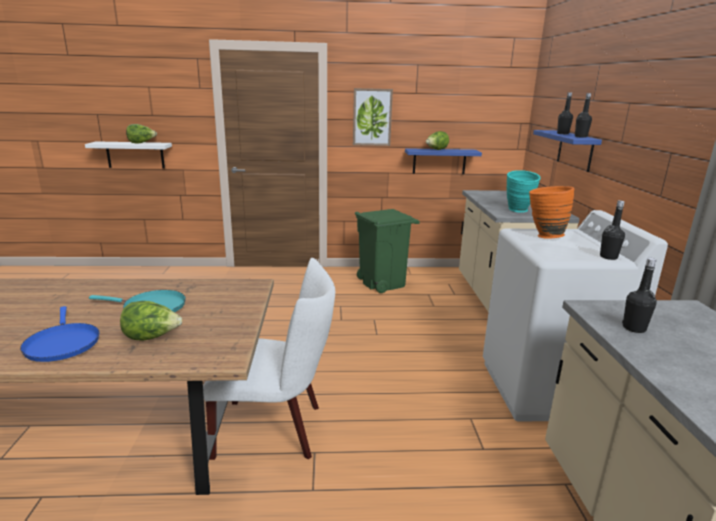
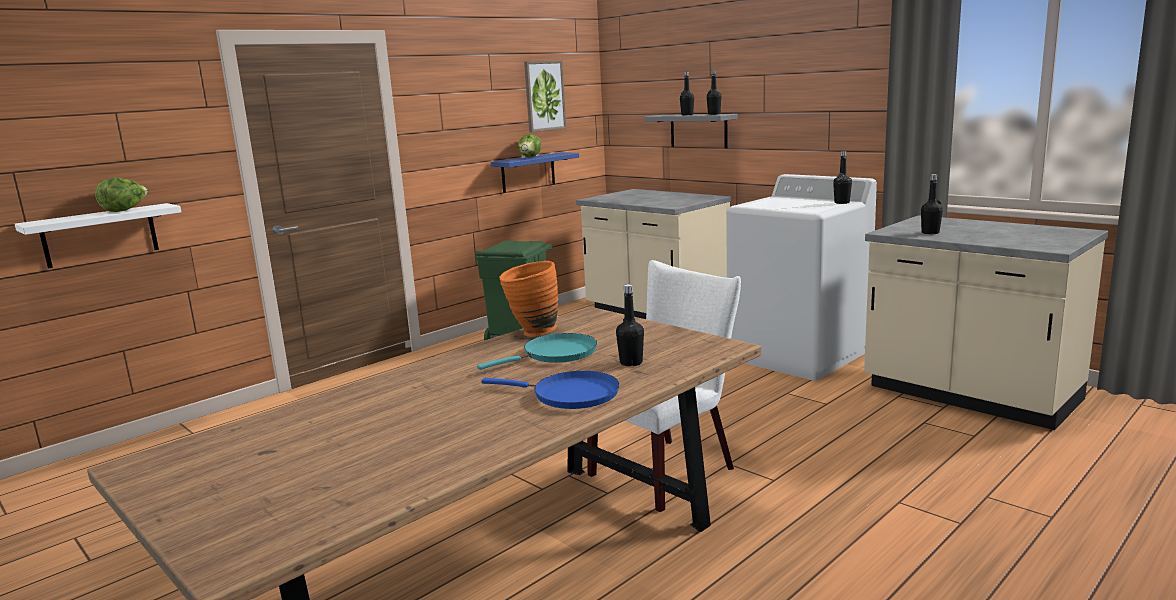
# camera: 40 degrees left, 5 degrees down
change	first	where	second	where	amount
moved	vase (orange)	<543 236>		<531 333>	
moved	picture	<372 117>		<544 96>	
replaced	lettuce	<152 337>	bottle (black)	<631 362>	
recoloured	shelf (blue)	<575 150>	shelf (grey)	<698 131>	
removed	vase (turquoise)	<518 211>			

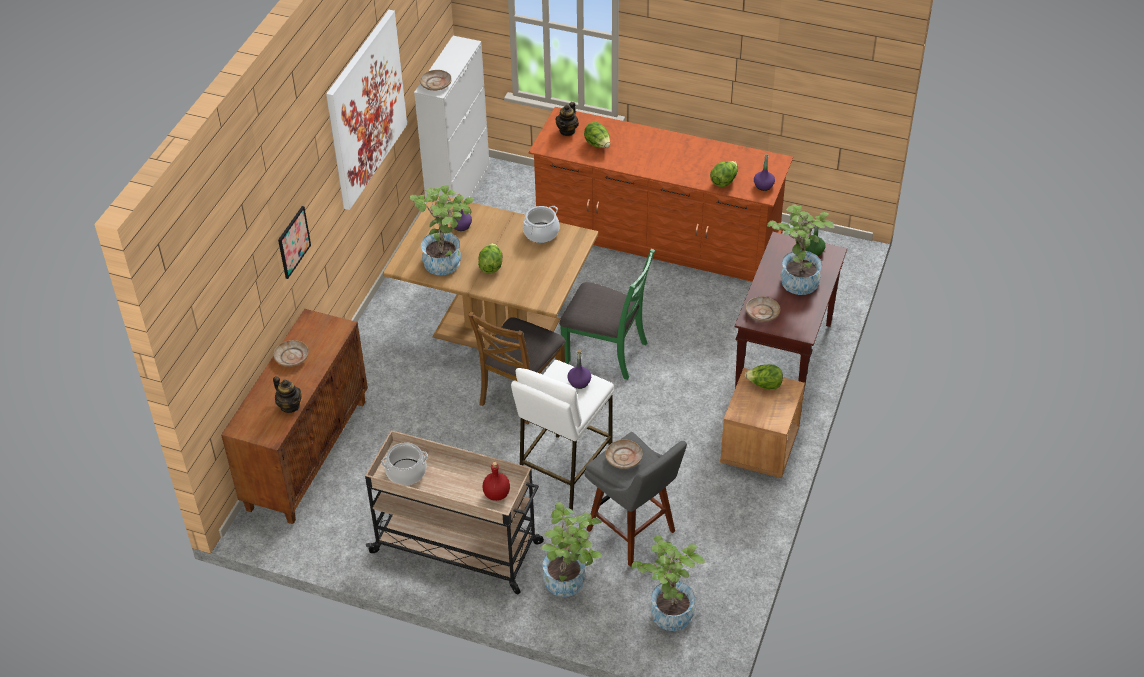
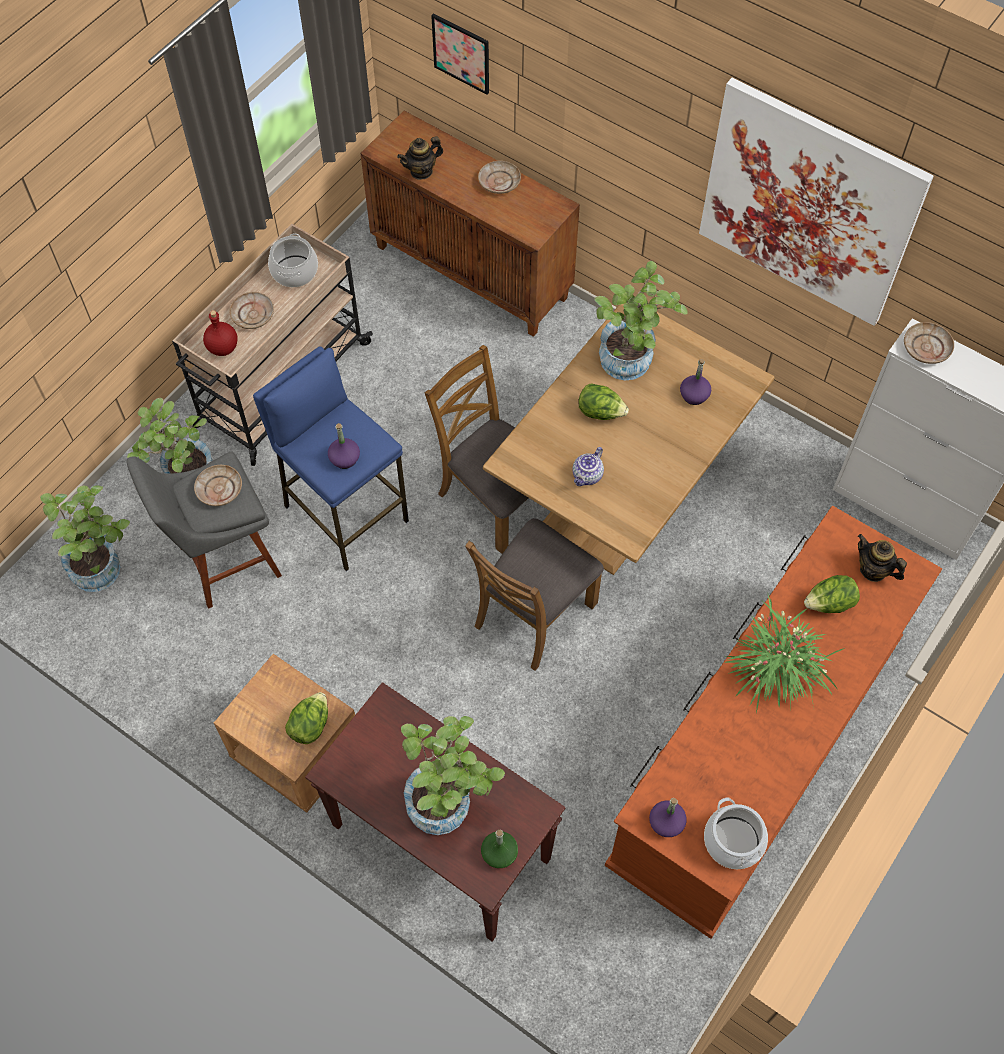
# camera: 105 degrees right, 15 degrees up
change	first	where	second	where	amount
moved	plate (beige)	<762 312>		<253 314>	
recoloured	stool (white)	<564 473>	stool (blue)	<345 513>	
moved	picture	<293 242>		<461 53>	
recoloured	chair (green)	<606 351>	chair (brown)	<533 614>	
added			teapot	<587 476>	
moved	cooking pot	<541 233>		<733 841>	
added			potted plant	<776 669>	
removed	lettuce	<724 181>			

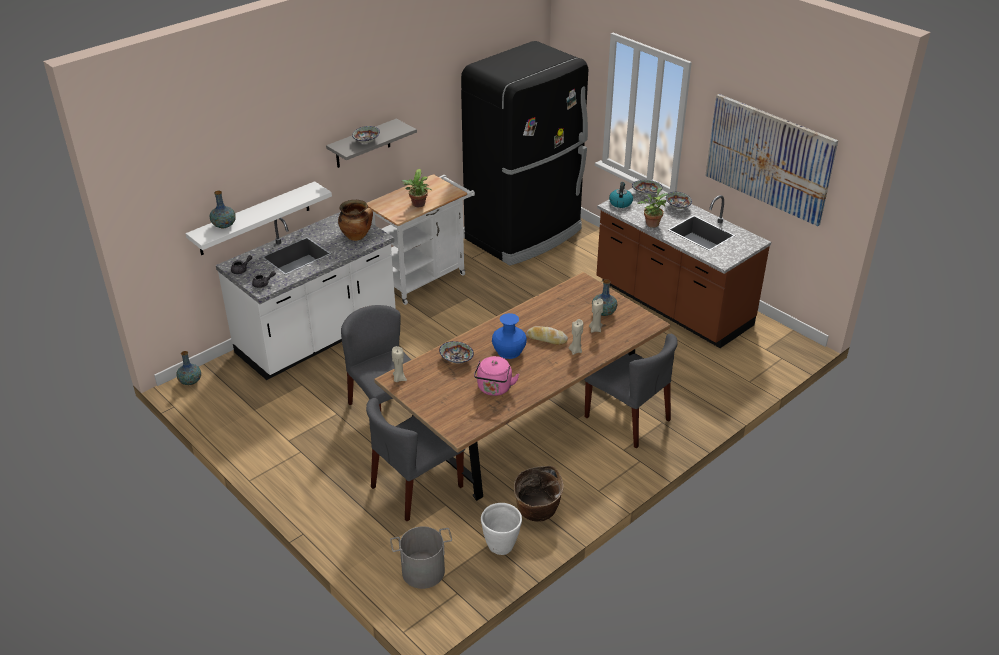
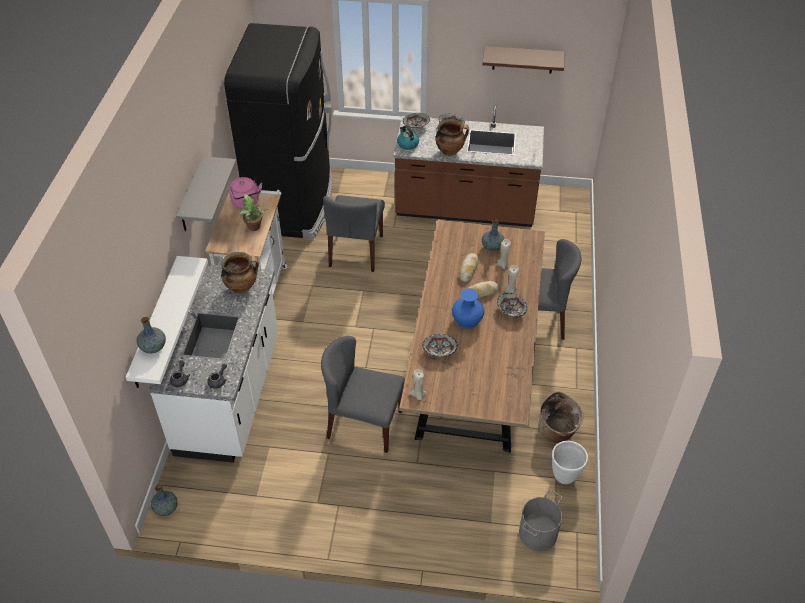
# camera: 40 degrees left, 10 degrees up
change	first	where	second	where	amount
moved	kettle (pink)	<494 389>		<246 203>	
moved	chair (grey)	<416 487>		<356 251>	
replaced	potted plant	<652 223>	cooking pot	<450 151>	
added			bread	<468 269>	
replaced	picture	<769 158>	shelf (brown)	<523 59>	
moved	bowl	<367 141>		<511 311>	

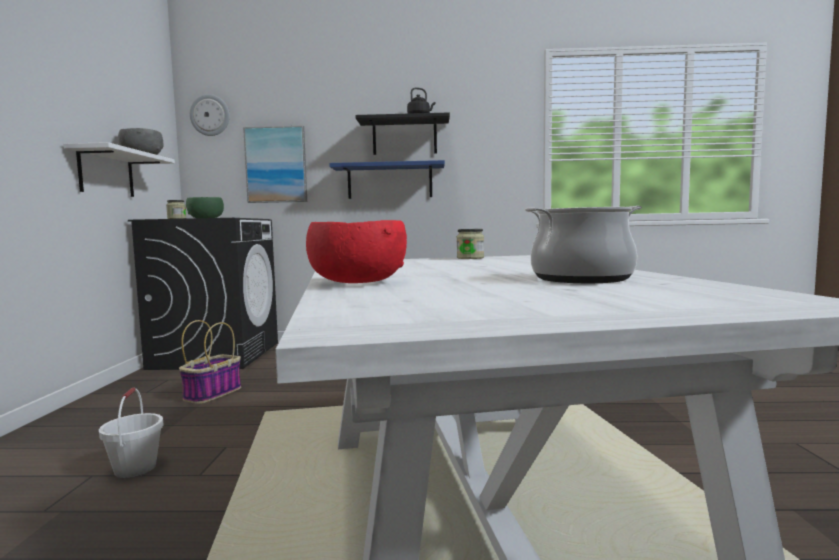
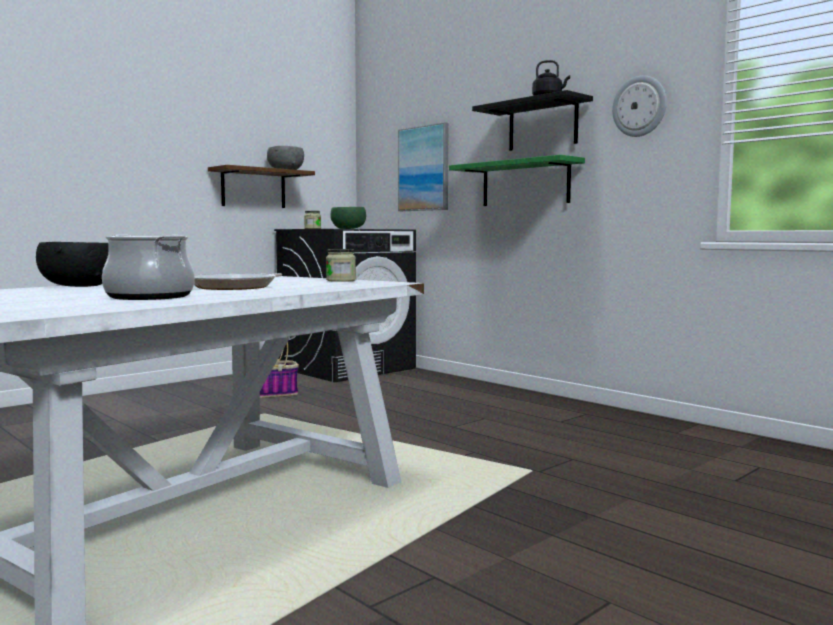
# camera: 45 degrees right, 0 degrees up
change	first	where	second	where	amount
recoloured	bowl (red)	<357 283>	bowl (black)	<78 286>	
added			frying pan	<236 287>	
recoloured	shelf (white)	<106 173>	shelf (brown)	<253 188>	
recoloured	shelf (blue)	<390 181>	shelf (green)	<525 183>	
moved	wall clock	<210 115>		<639 106>	
removed	bucket (white)	<135 468>			

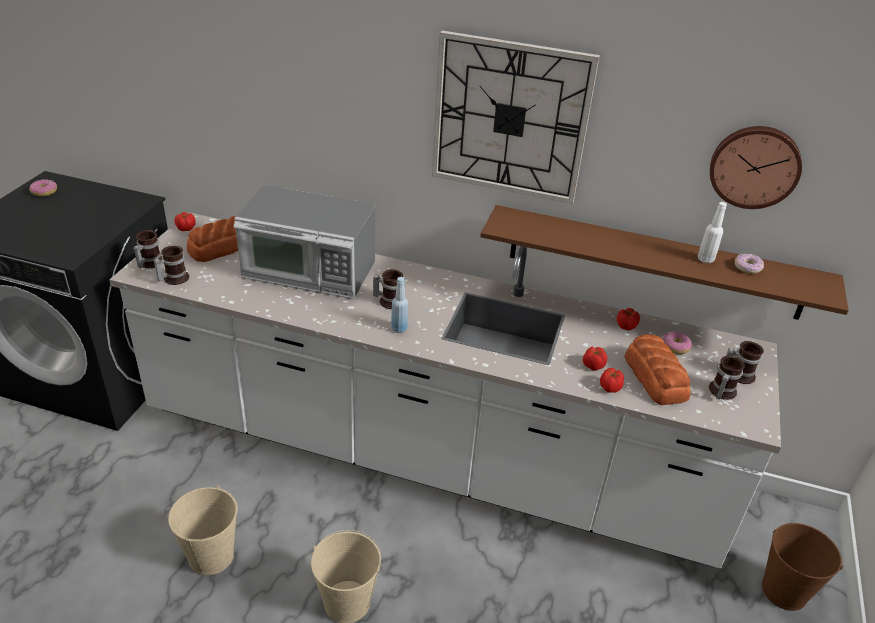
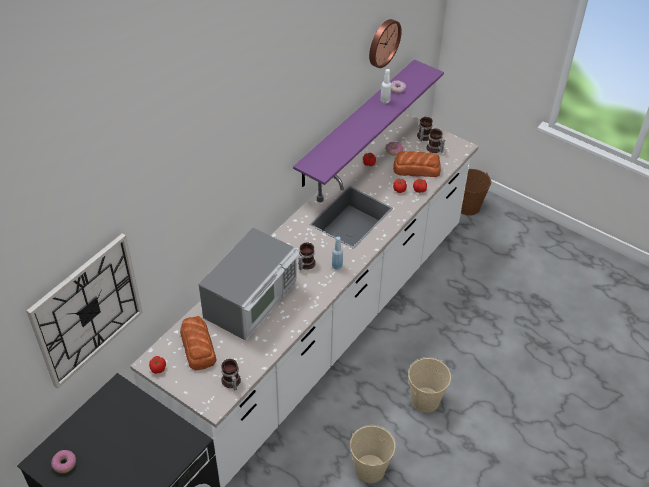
# camera: 70 degrees left, 10 degrees up
change	first	where	second	where	amount
moved	wall clock	<510 118>		<87 310>	
recoloured	shelf (brown)	<654 262>	shelf (purple)	<356 123>	
removed	mug	<149 263>			

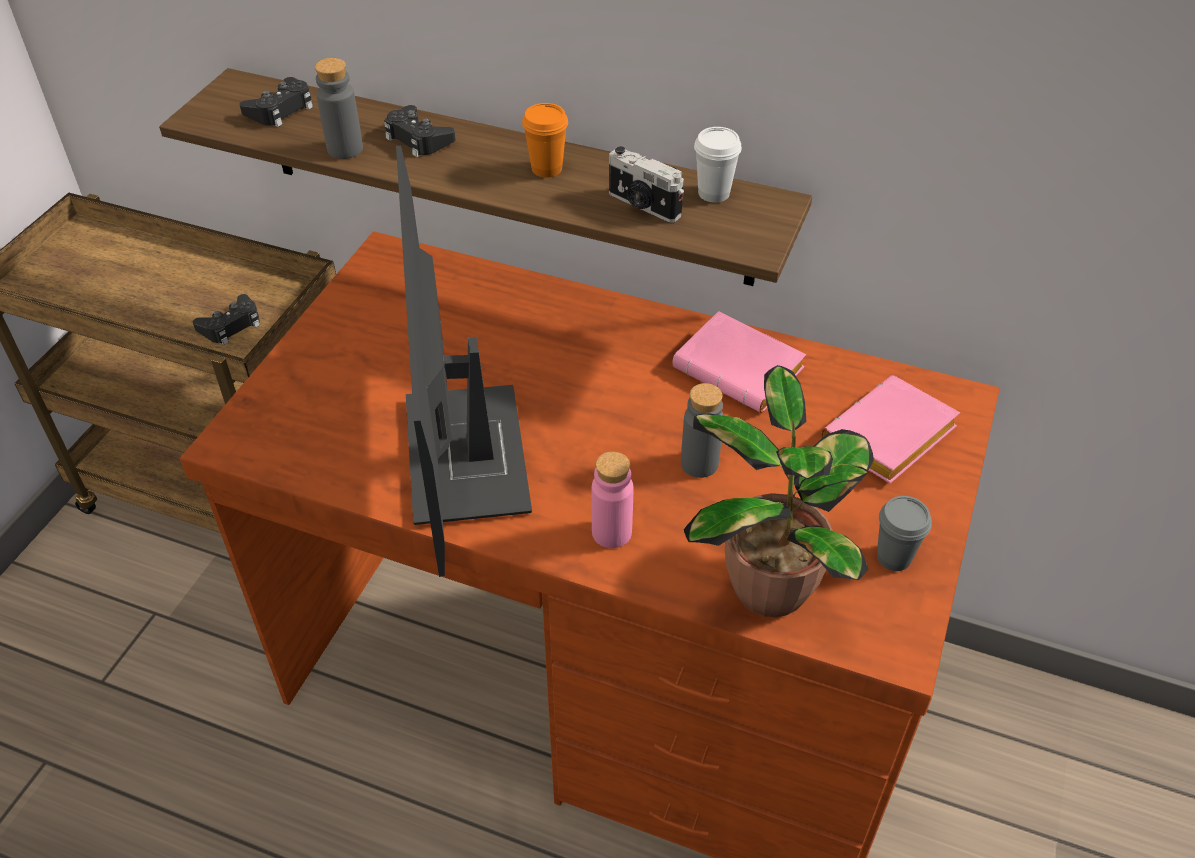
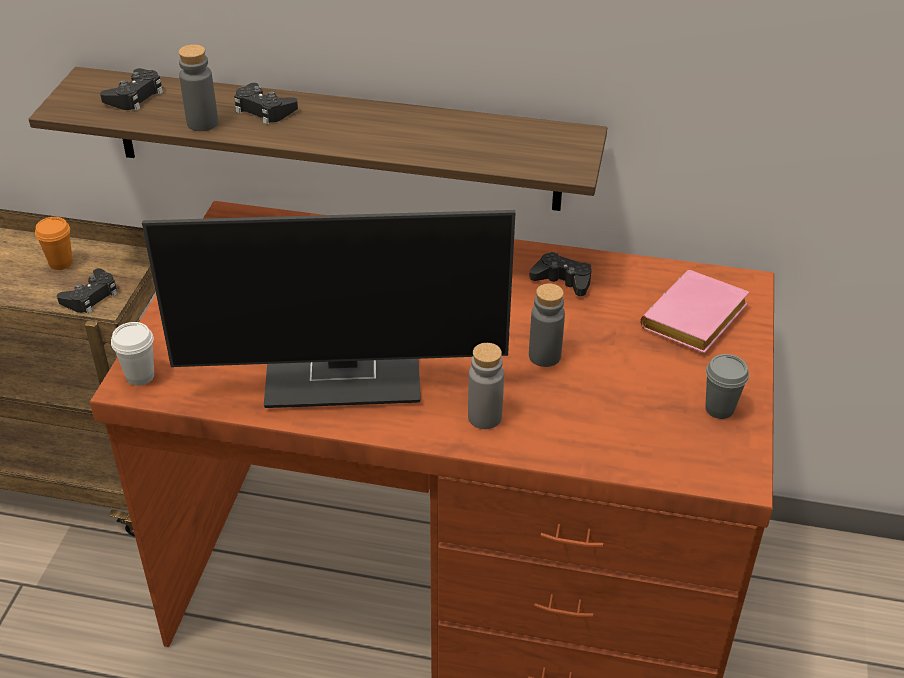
# camera: 10 degrees left, 5 degrees down
change	first	where	second	where	amount
moved	cup (orange)	<546 168>		<61 263>	
moved	cup (white)	<713 193>		<140 376>	
turned	monitor	<467 458>		<347 373>	75 degrees counterclockwise
recoloured	bottle (pink)	<611 532>	bottle (grey)	<484 417>	
replaced	book (pink)	<742 370>	game controller (black)	<562 280>	
removed	photo camera	<643 206>			
removed	potted plant	<768 582>			

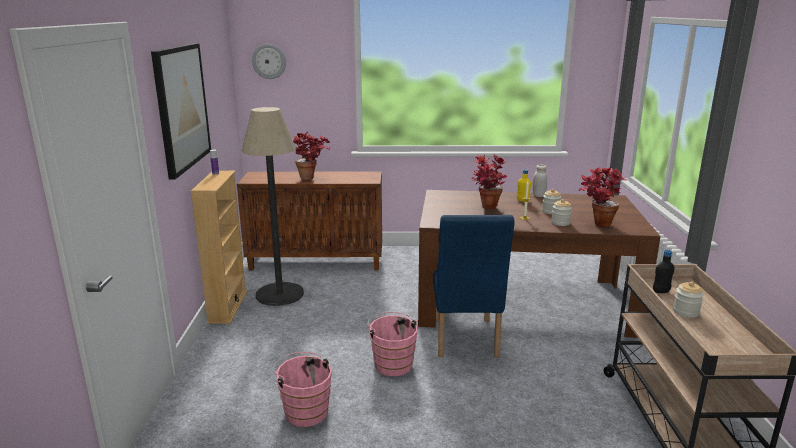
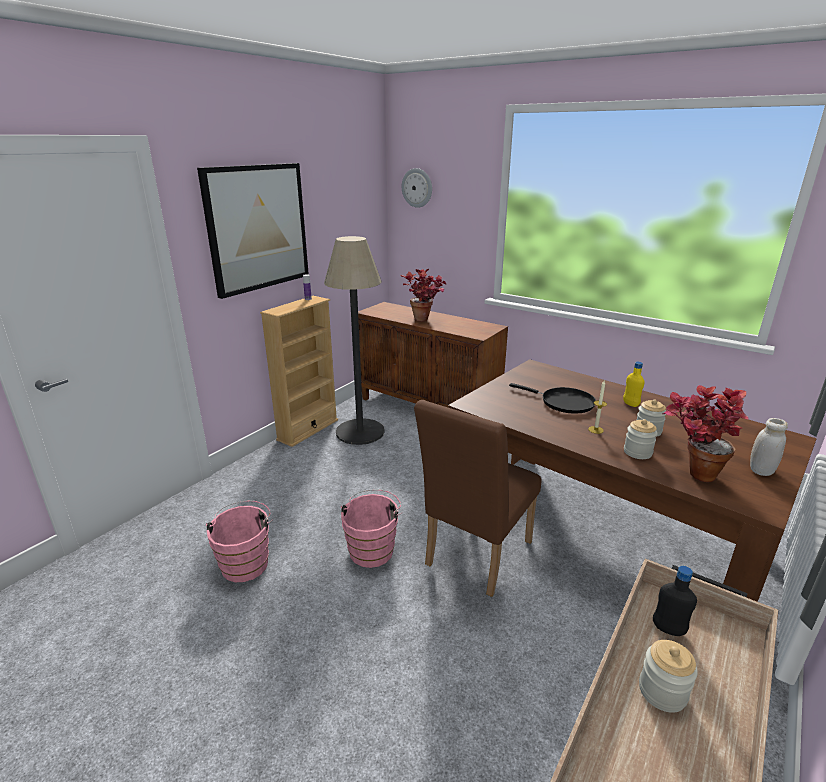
# camera: 35 degrees right, 5 degrees up
change	first	where	second	where	amount
recoloured	chair (blue)	<464 341>	chair (brown)	<474 557>	
replaced	potted plant	<486 209>	frying pan (black)	<563 402>	
moved	jar (white)	<538 195>		<761 470>	

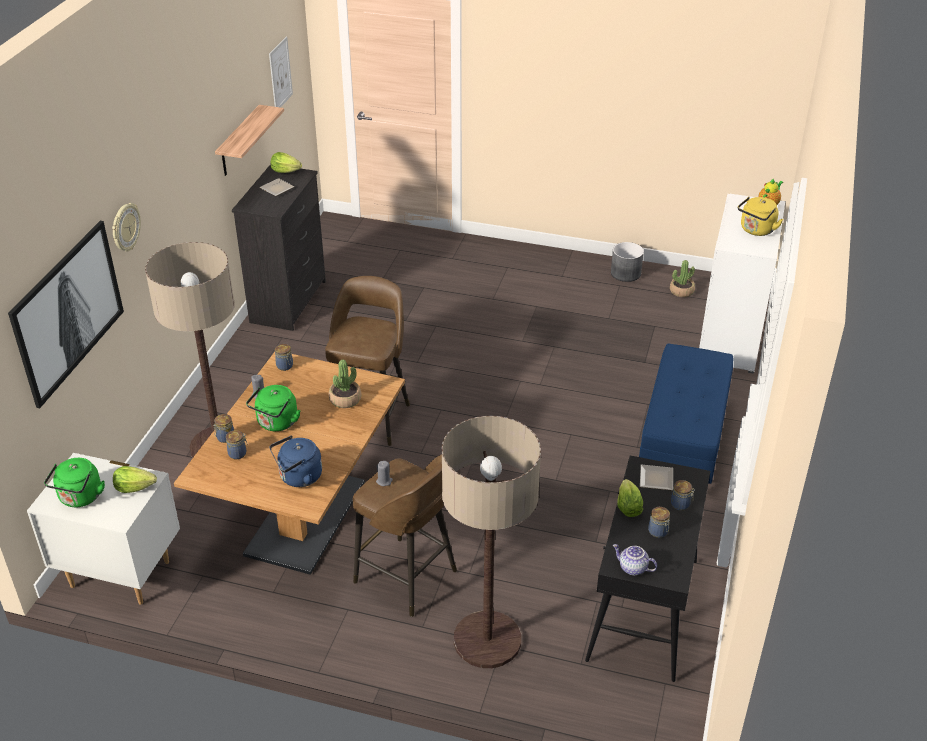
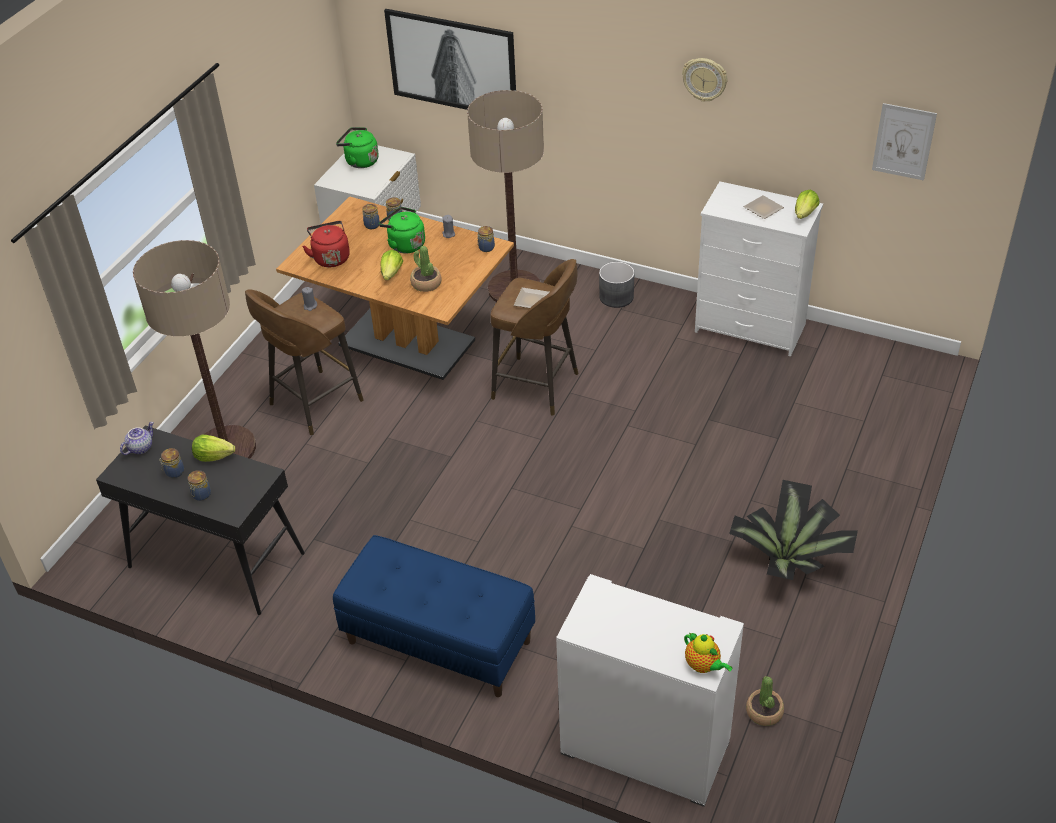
# camera: 100 degrees right, 5 degrees up
change	first	where	second	where	amount
recoloured	kettle (blue)	<298 477>	kettle (red)	<330 257>	
moved	lettuce	<134 487>		<391 273>	
moved	plate	<655 478>		<533 300>	
moved	planter (grey)	<625 273>		<616 297>	
moved	wall clock	<125 228>		<705 79>	
recoloured	dresser (black)	<289 301>	dresser (white)	<750 329>	
added			potted plant	<790 559>	
removed	shelf	<239 142>			
removed	kettle (yellow)	<756 230>			

